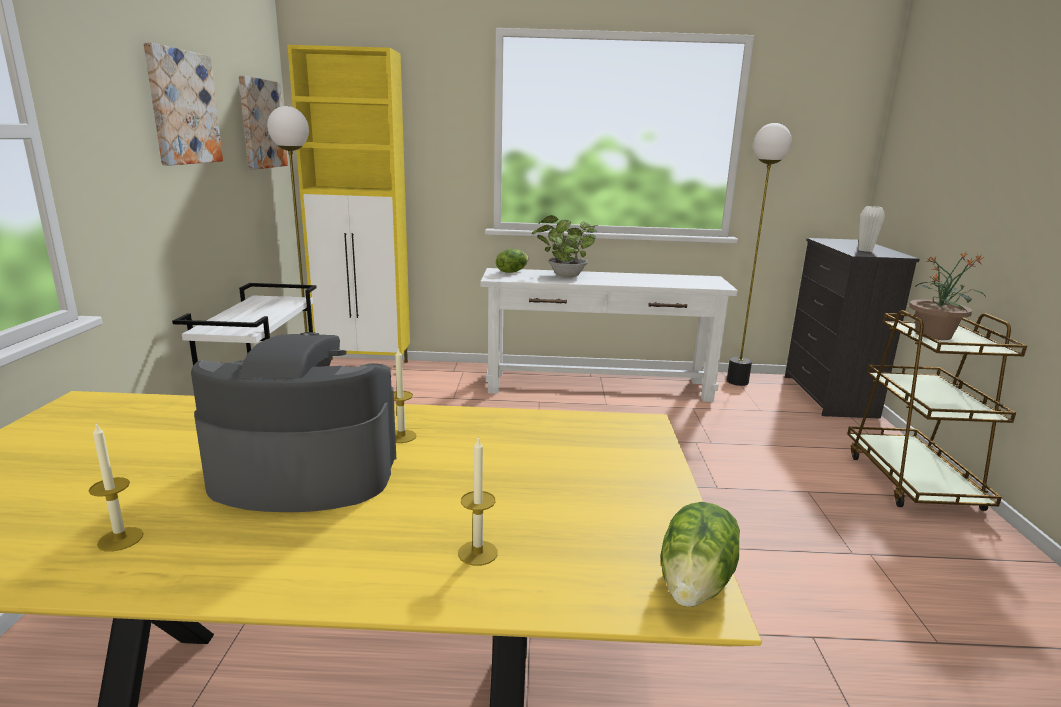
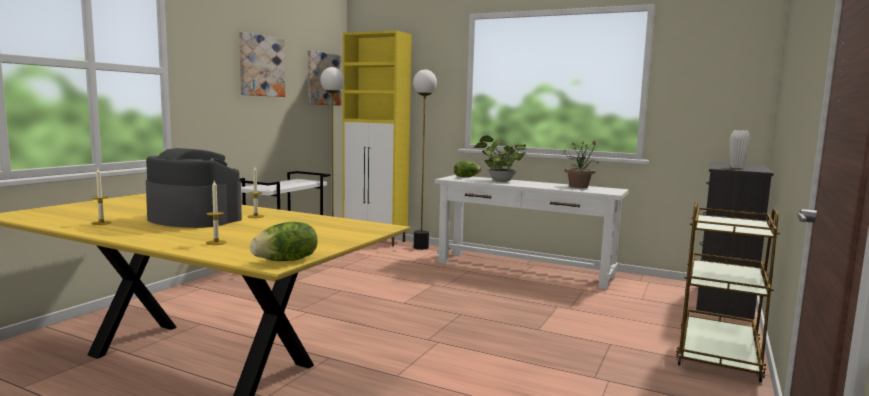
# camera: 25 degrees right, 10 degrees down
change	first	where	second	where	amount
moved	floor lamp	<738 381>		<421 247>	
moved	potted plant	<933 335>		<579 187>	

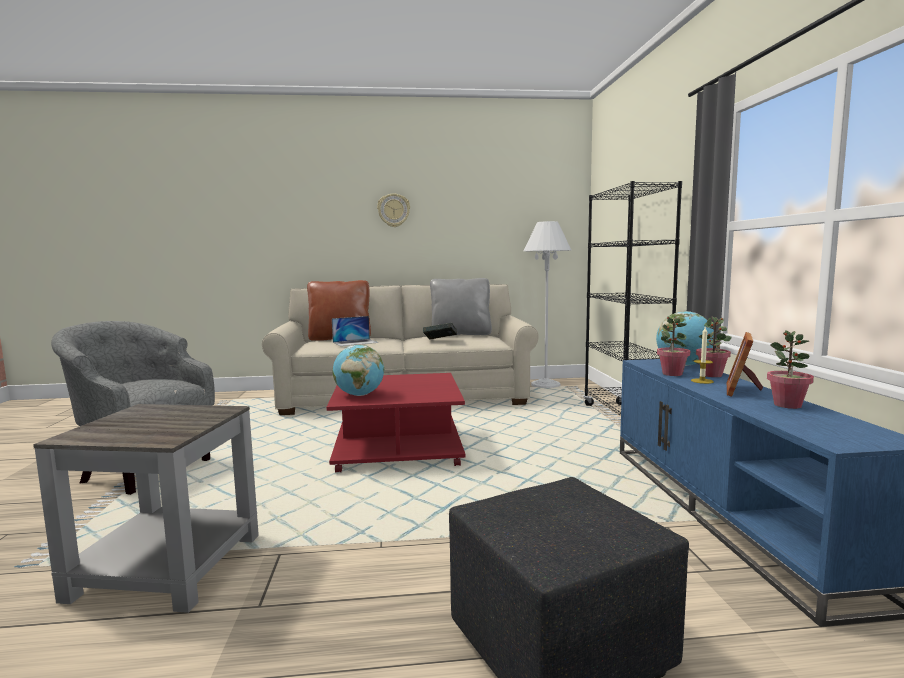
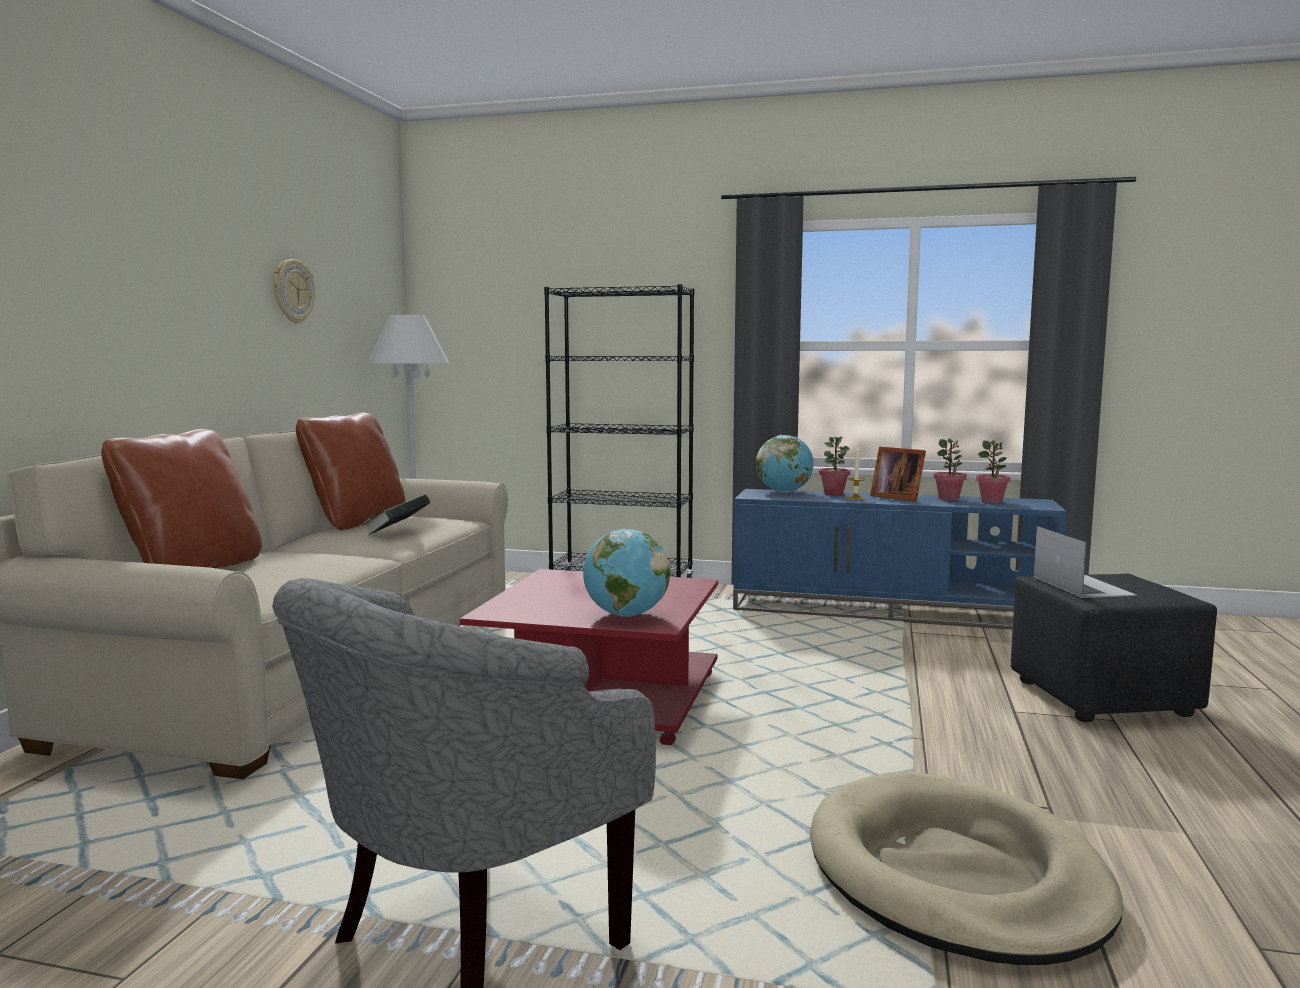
# camera: 70 degrees left, 0 degrees up
change	first	where	second	where	amount
moved	wall clock	<393 210>		<292 291>	
recoloured	pillow (grey)	<461 334>	pillow (brown)	<356 521>	
replaced	side table (grey)	<164 567>	dog bed (beige)	<955 875>	
moved	potted plant	<672 374>		<991 501>	
moved	laptop	<355 342>		<1082 585>	

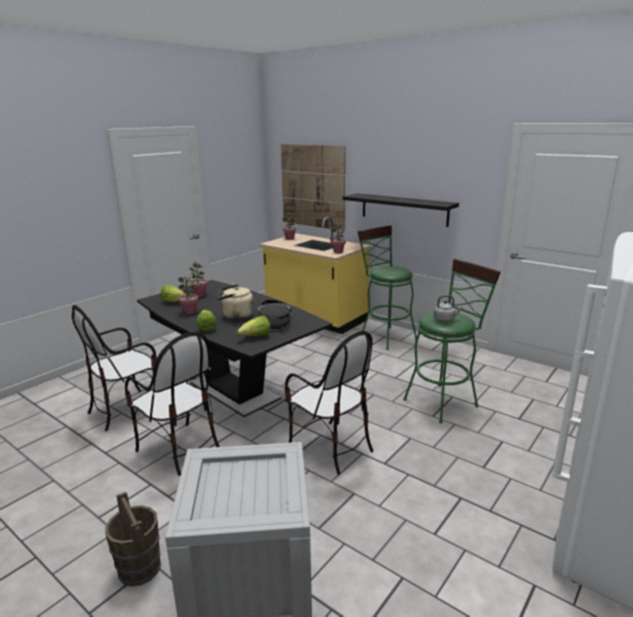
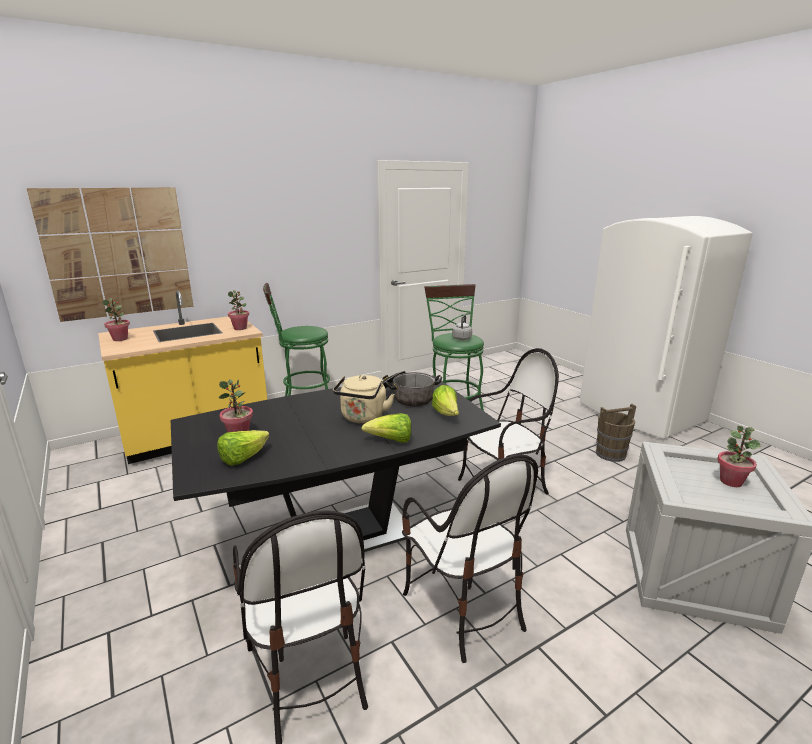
# camera: 70 degrees left, 0 degrees up
change	first	where	second	where	amount
turned	chair	<179 449>		<463 608>	90 degrees clockwise
moved	bucket (brown)	<139 568>		<611 454>	
moved	potted plant	<190 312>		<731 481>	
removed	shelf (black)	<404 209>			

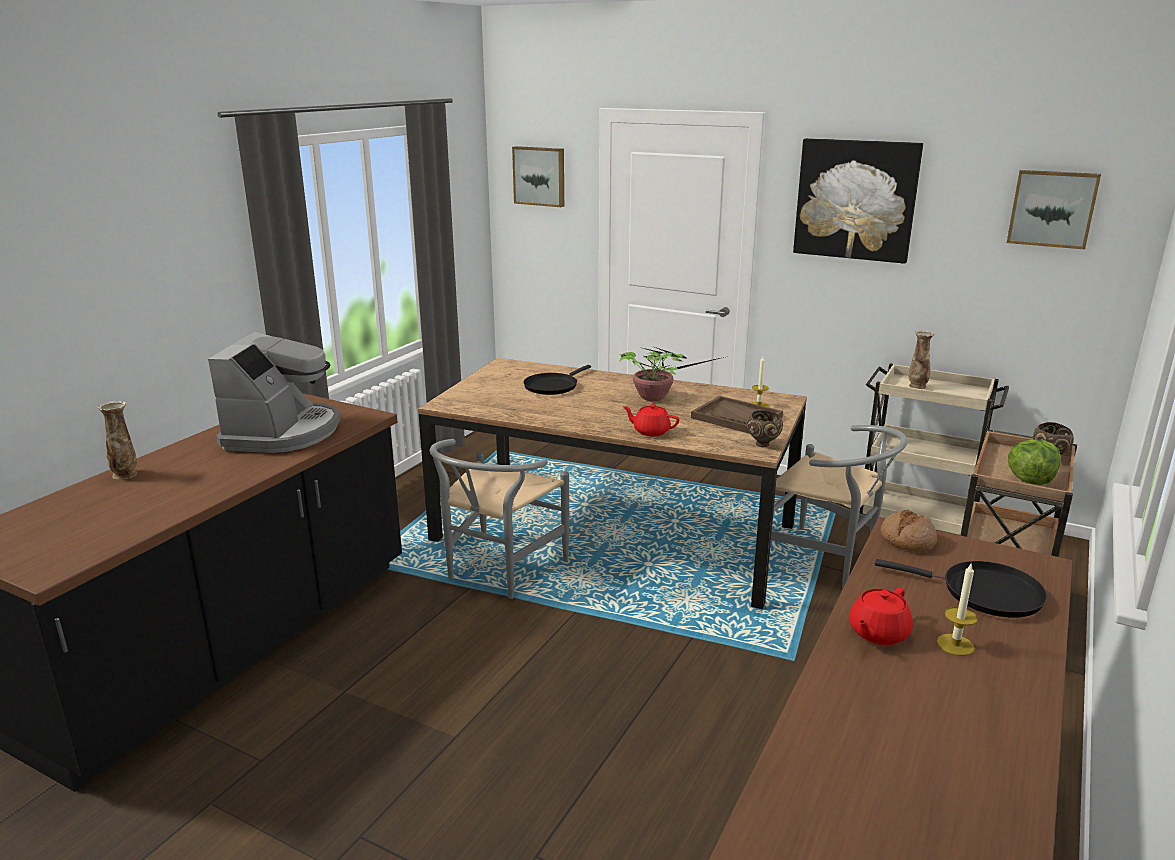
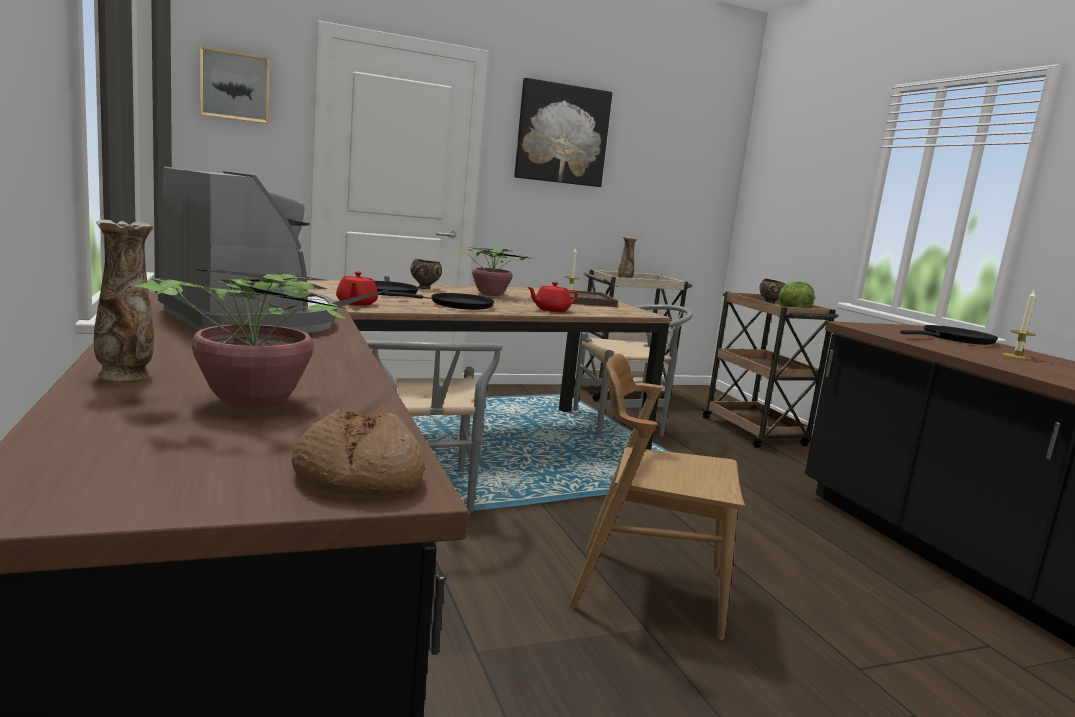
# camera: 50 degrees left, 10 degrees down
change	first	where	second	where	amount
added			potted plant	<259 399>	
moved	bread	<907 540>		<358 477>	
moved	teapot (red)	<877 633>		<356 303>	
added			frying pan (black)	<457 305>	
moved	bowl (brown)	<763 444>		<425 288>	
added			chair (brown)	<647 588>	
removed	picture	<1052 208>			

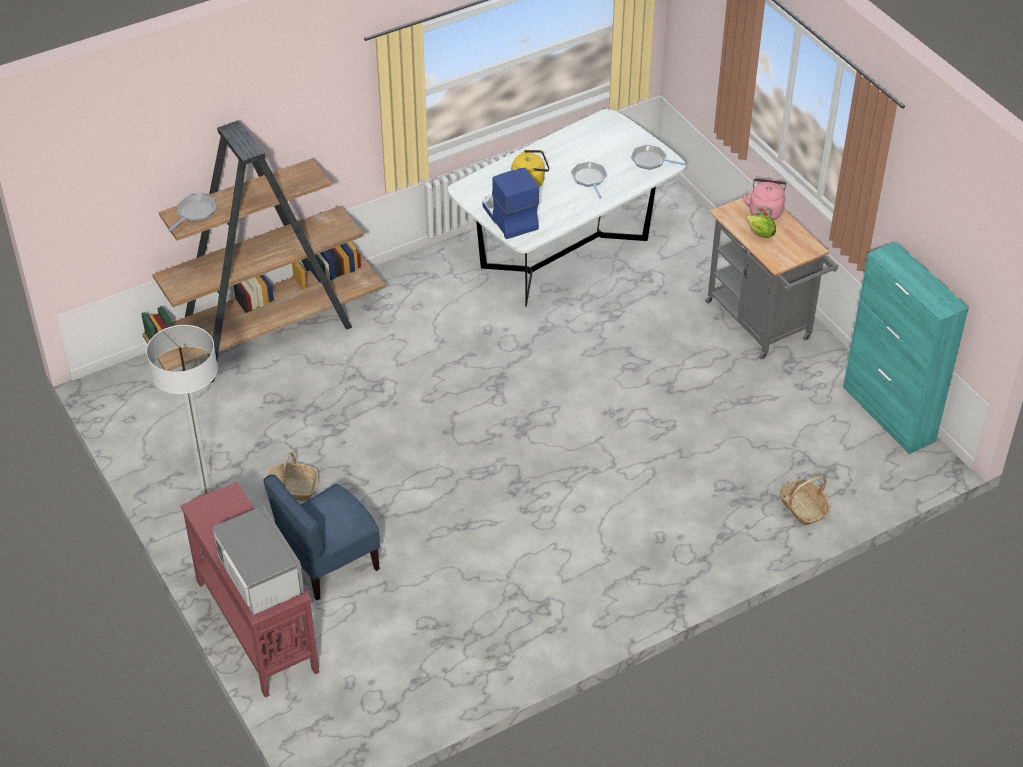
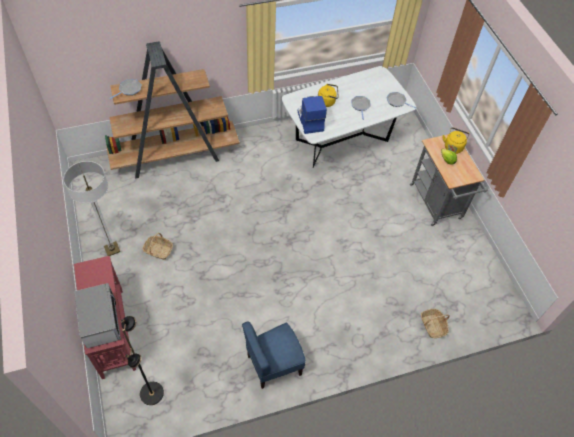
# camera: 10 degrees right, 10 degrees up
change	first	where	second	where	amount
added			floor lamp (black)	<152 393>	
moved	chair (blue)	<329 564>		<273 364>	
recoloured	kettle (pink)	<765 211>	kettle (yellow)	<453 146>	
removed	cabinet (turquoise)	<889 414>			

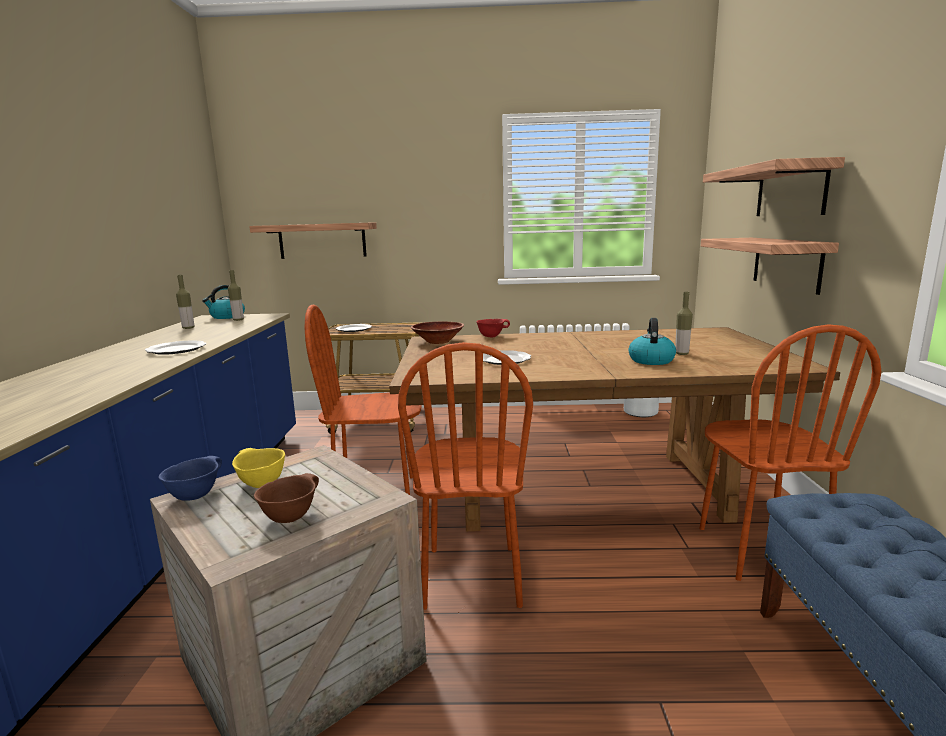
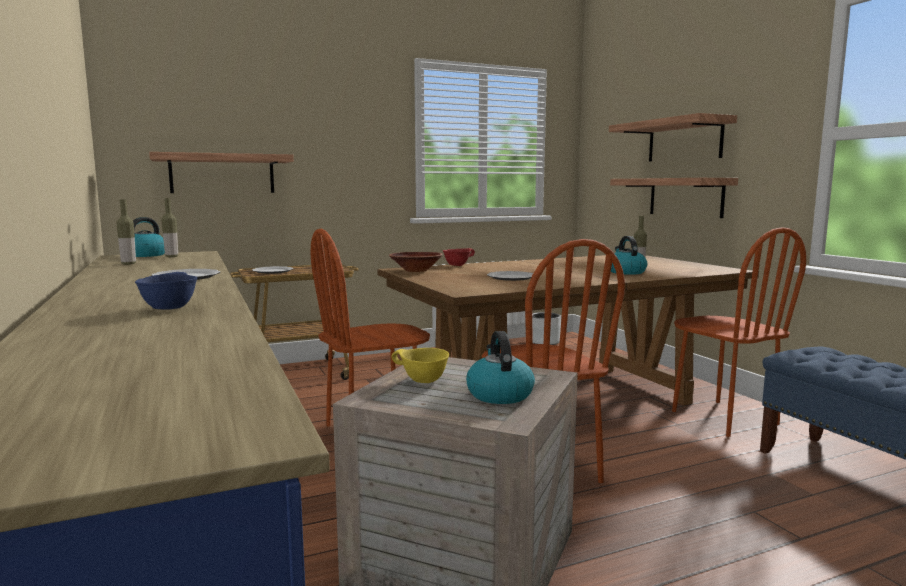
# camera: 25 degrees left, 5 degrees down
change	first	where	second	where	amount
moved	bowl (blue)	<194 495>		<169 308>	
replaced	bowl (brown)	<289 517>	kettle	<499 394>	

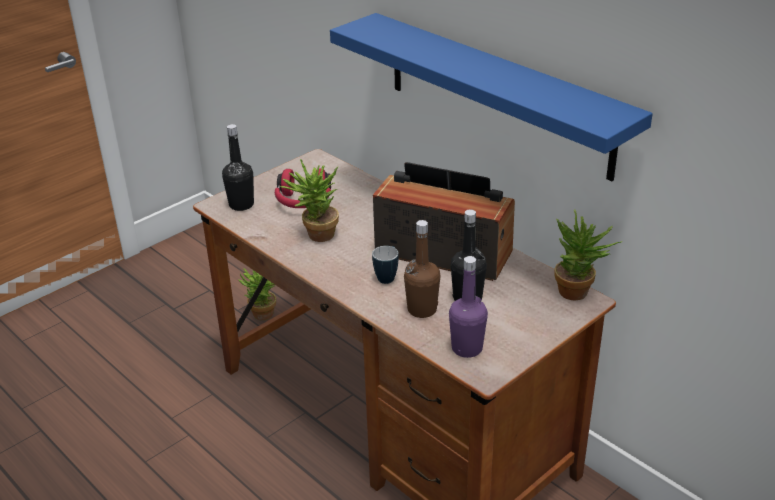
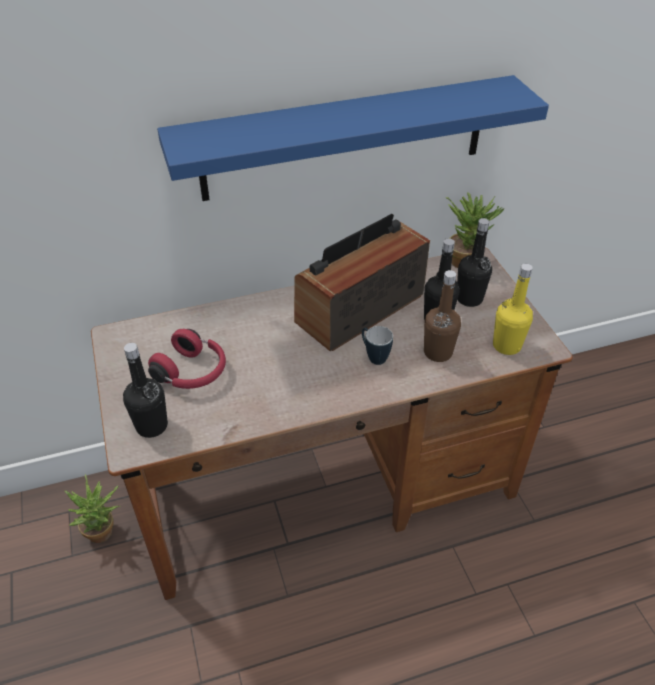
# camera: 65 degrees left, 10 degrees up
change	first	where	second	where	amount
added			bottle (black)	<469 298>	
recoloured	bottle (purple)	<467 348>	bottle (yellow)	<506 345>	
removed	potted plant	<315 236>			

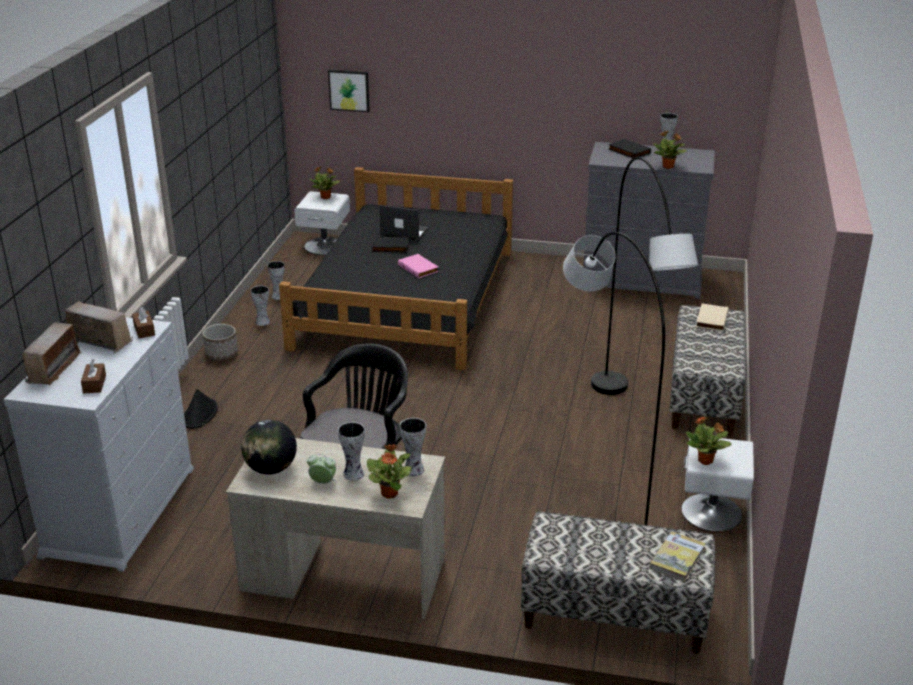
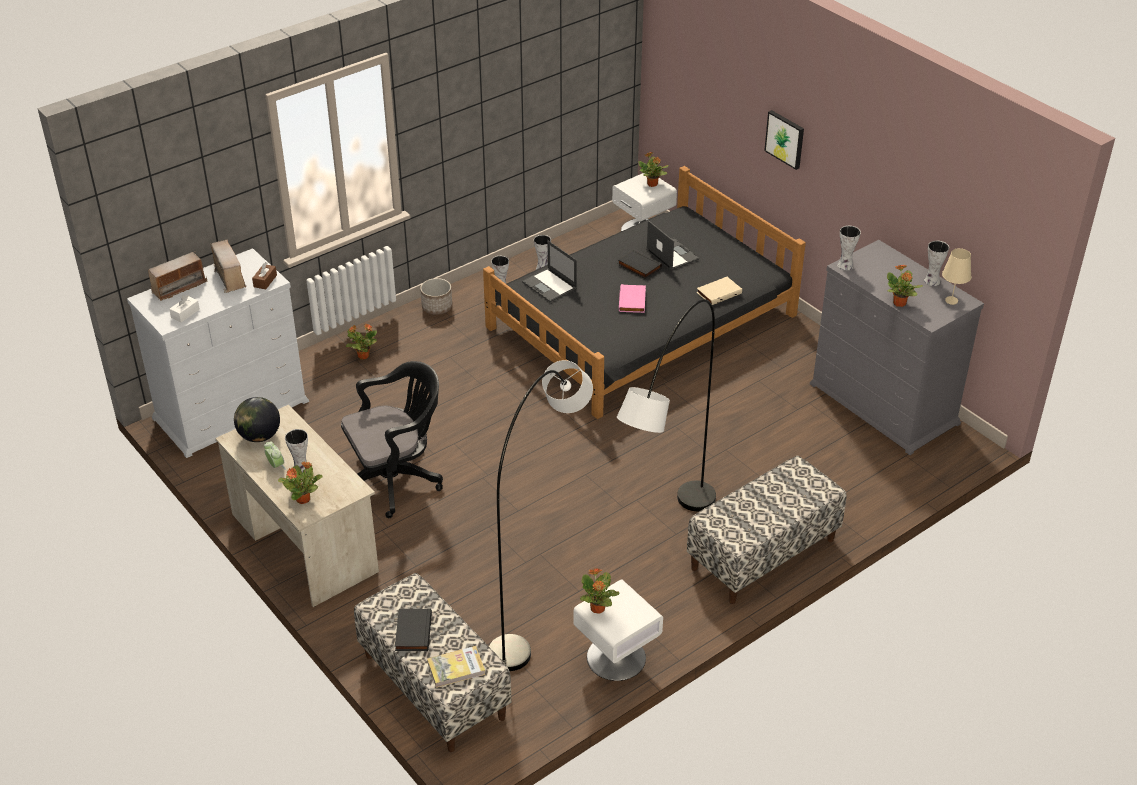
# camera: 40 degrees right, 10 degrees up
change	first	where	second	where	amount
recoloured	tissue box (brown)	<94 384>	tissue box (white)	<185 313>	
replaced	hat (black)	<200 414>	potted plant	<363 356>	
moved	book (black)	<628 151>		<412 632>	
added			laptop	<550 286>	
moved	book (beige)	<710 319>		<718 292>	
moved	picture	<349 90>		<785 139>	
moved	vase	<413 470>		<844 266>	
added			table lamp (beige)	<951 300>	

